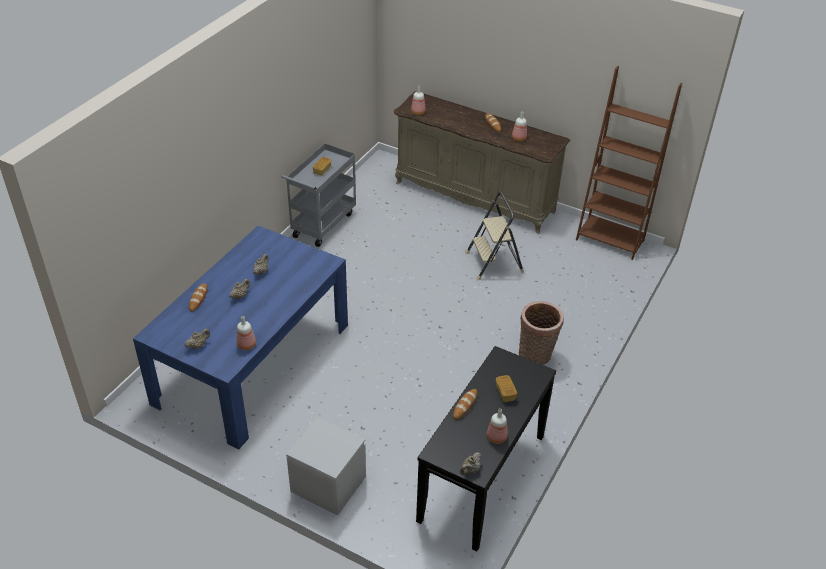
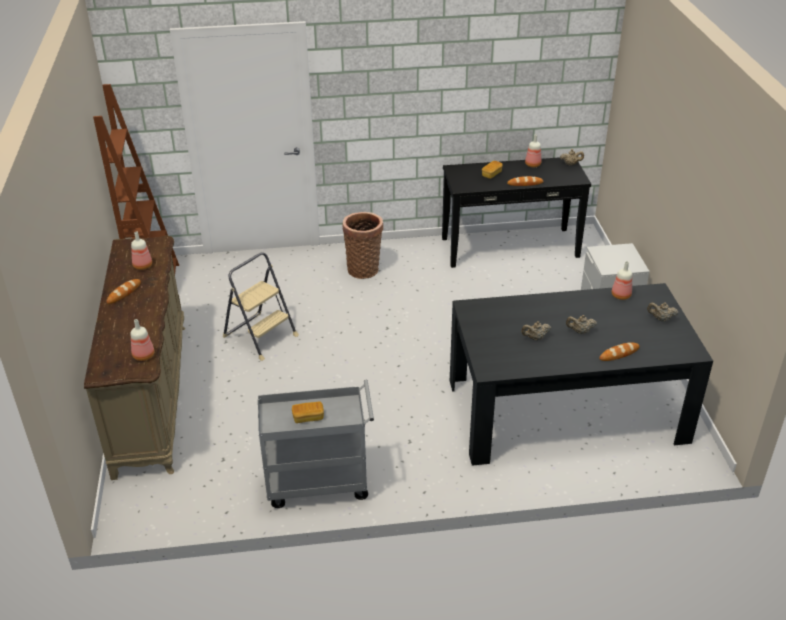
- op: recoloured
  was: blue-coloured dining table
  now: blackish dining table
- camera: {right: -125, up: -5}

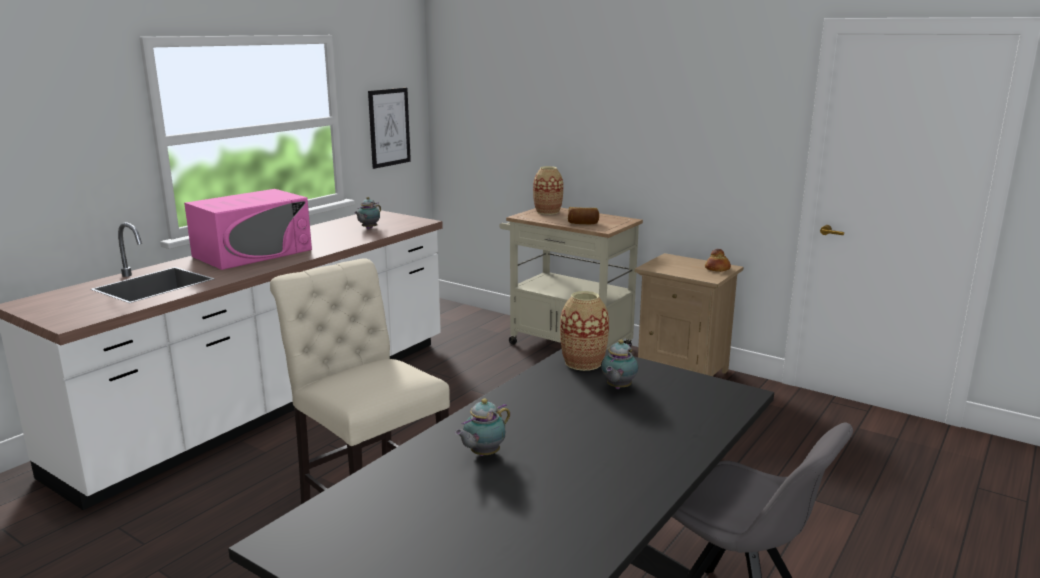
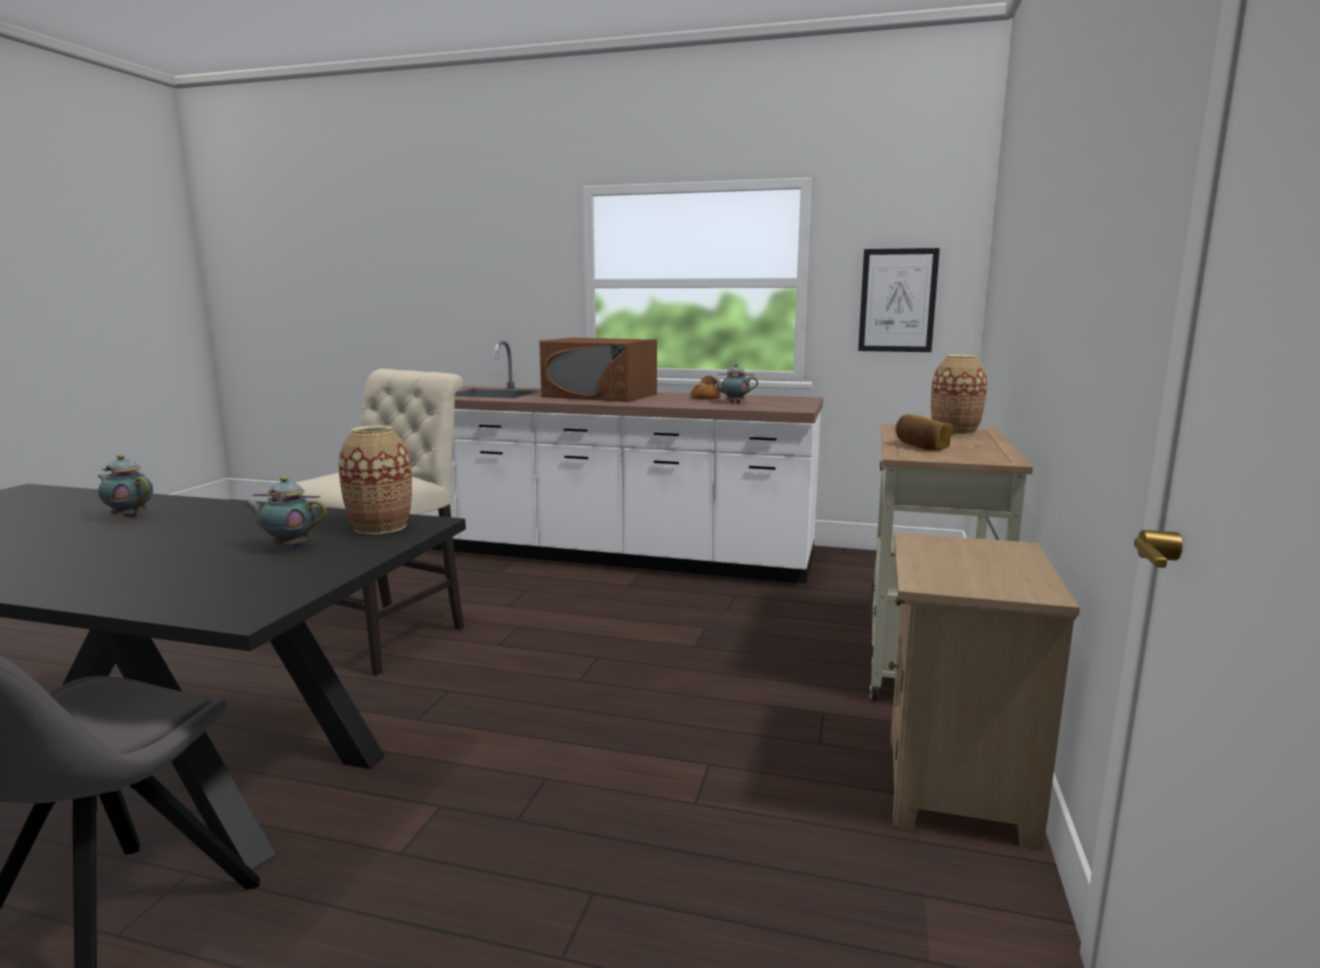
- op: recoloured
  was: pinkish microwave
  now: brown microwave
- op: moved
  was: bakery bread (2nd from left in the first image)
  now: bakery bread (1st from left)
- camera: {right: 70, up: -5}

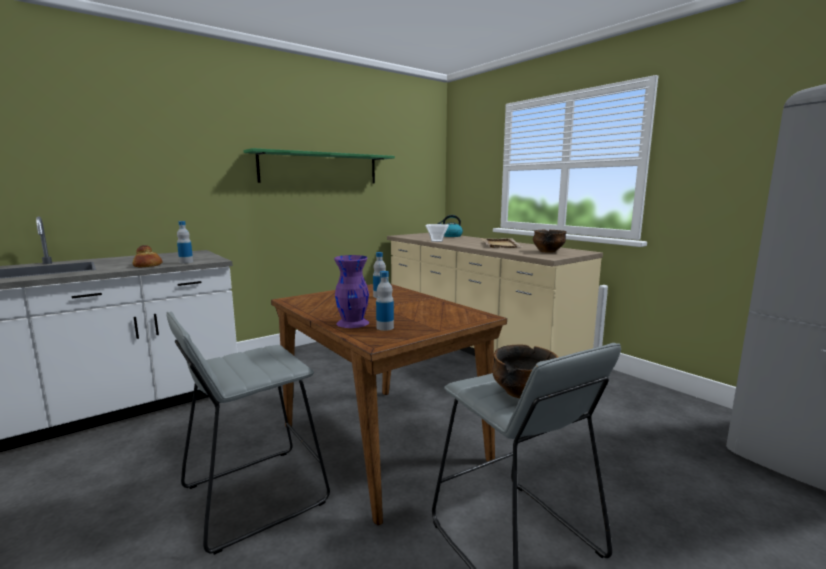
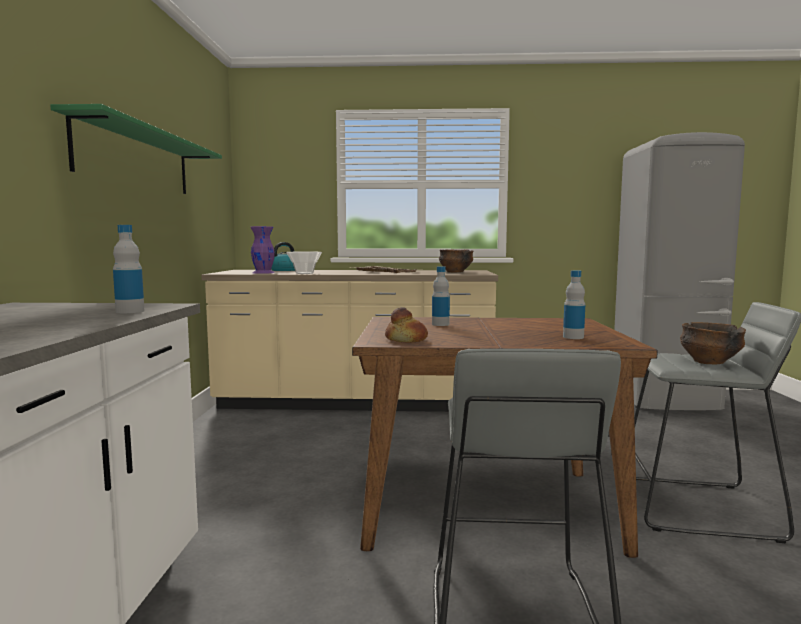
- op: moved
  was: bakery bread
- op: moved
  was: purplish flower vase
- camera: {right: -50, up: -5}

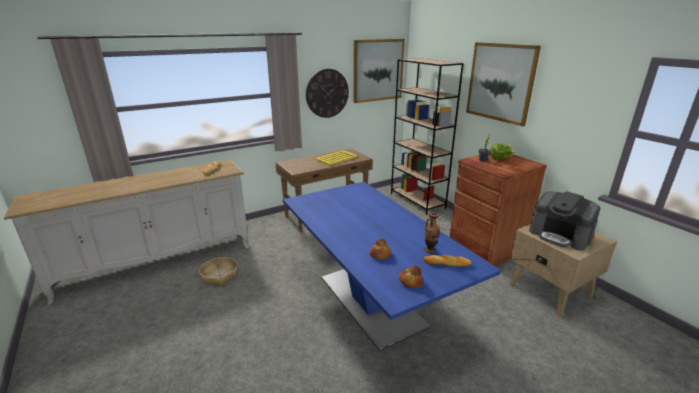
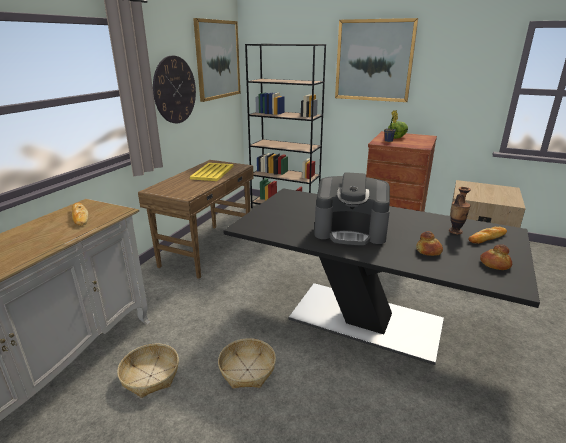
- op: recoloured
  was: blue-coloured dining table
  now: blackish dining table
- op: moved
  was: coffee maker
- op: added
  now: storage basket (2nd from left)
- camera: {right: -35, up: 0}

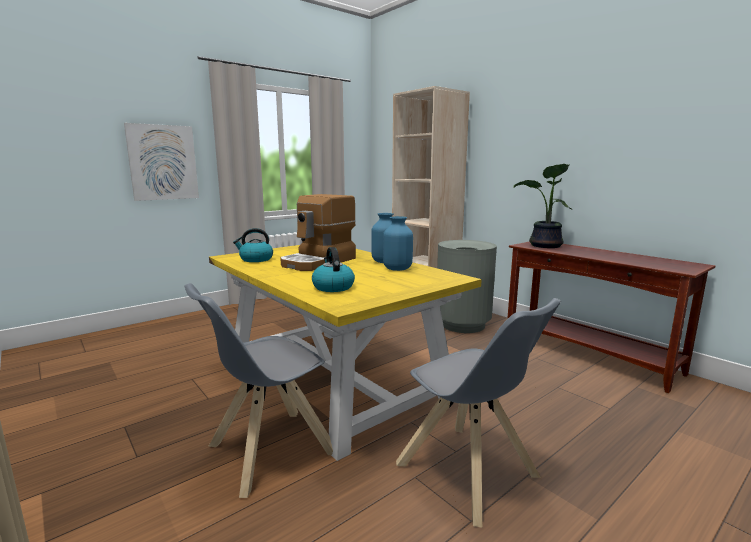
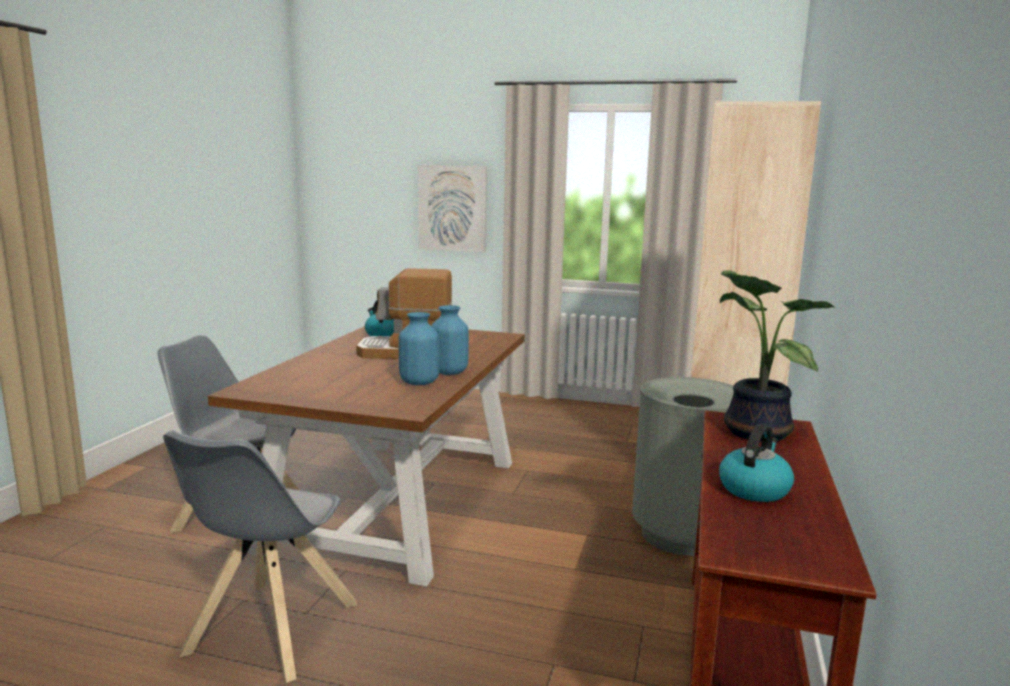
- op: recoloured
  was: yellow dining table
  now: brown dining table
- op: moved
  was: kettle (2nd from left)
- camera: {right: 55, up: 0}

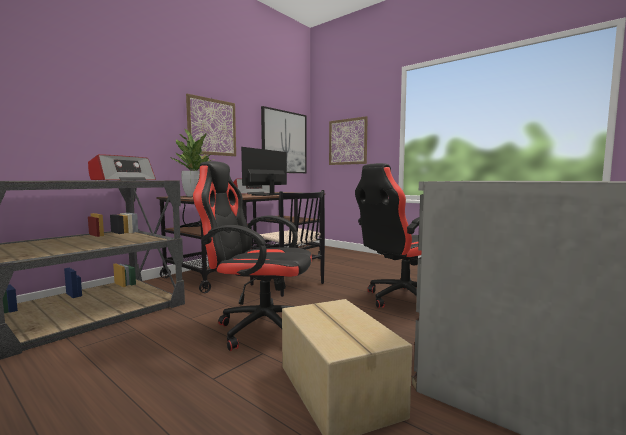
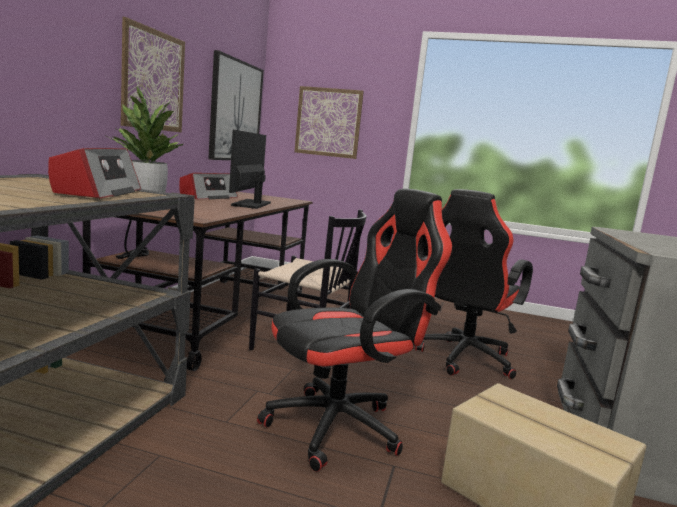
- op: turned
  was: blackish computer chair (1st from left)
  clockwise: 150
- camera: {right: -25, up: 5}

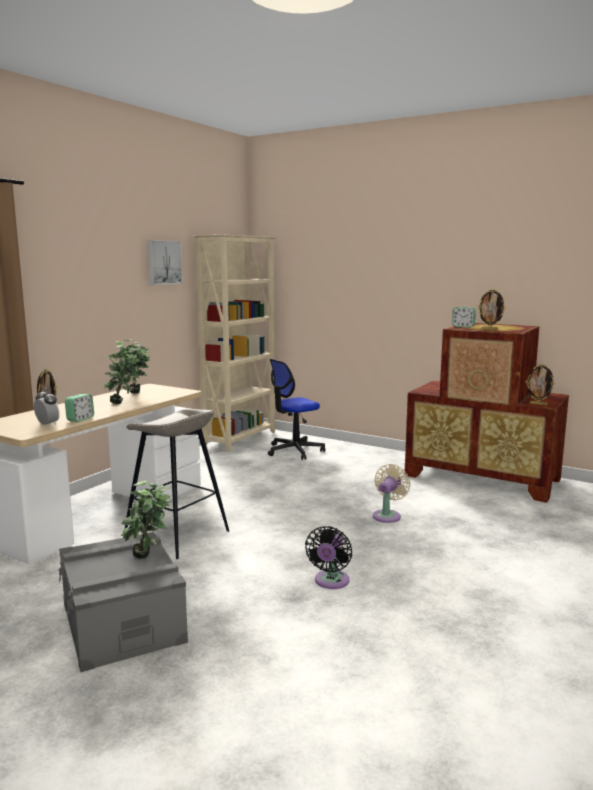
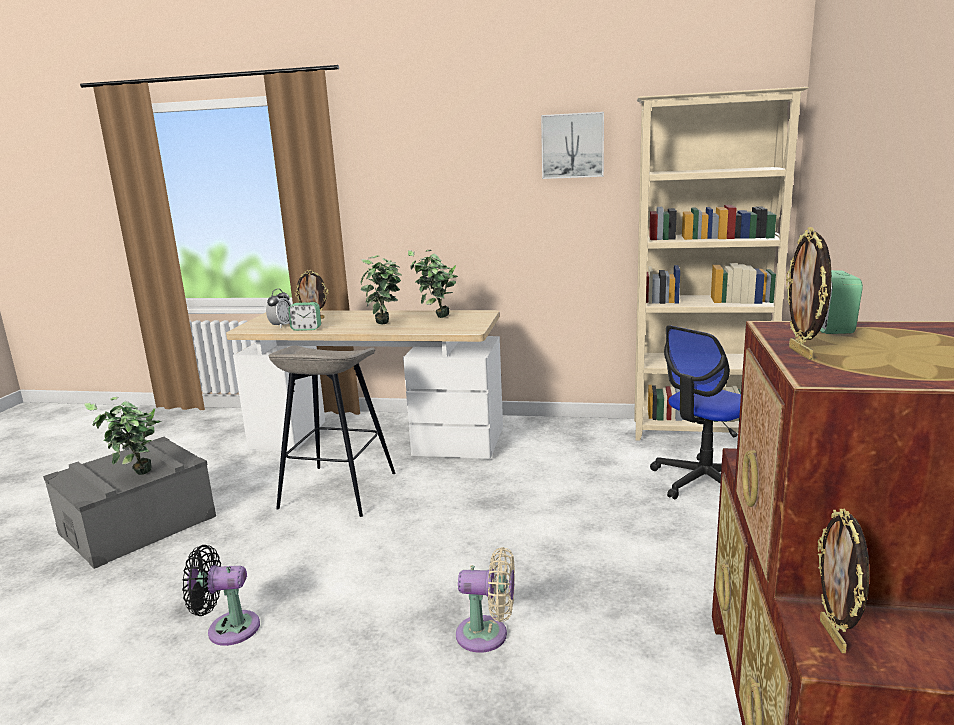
- op: turned
  was: computer chair
  clockwise: -75
- camera: {right: 70, up: 5}

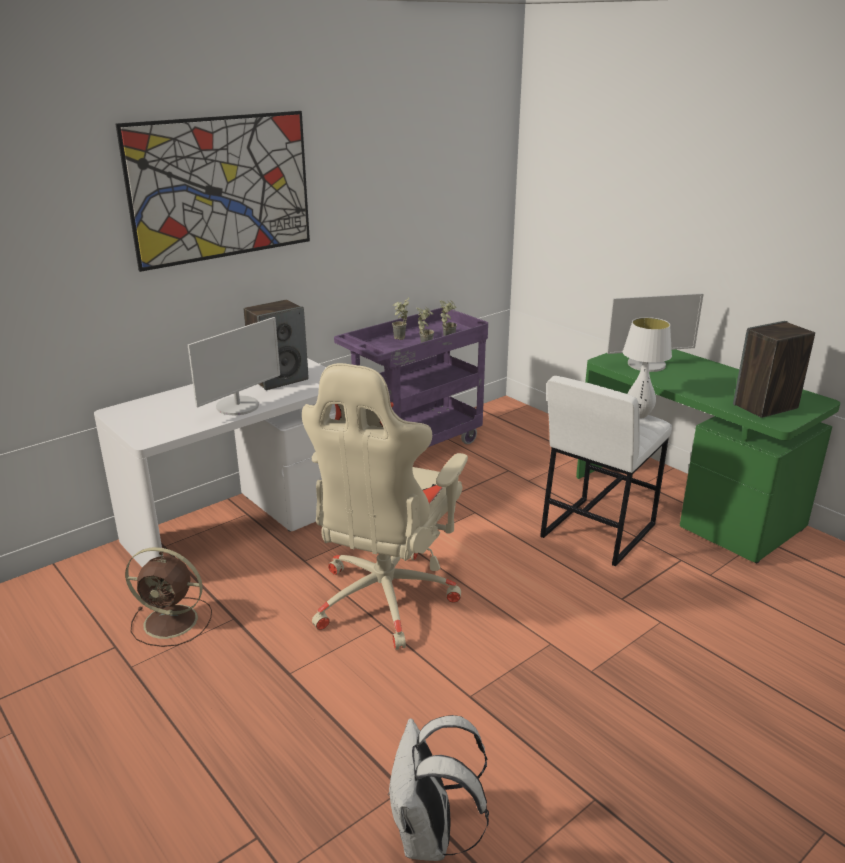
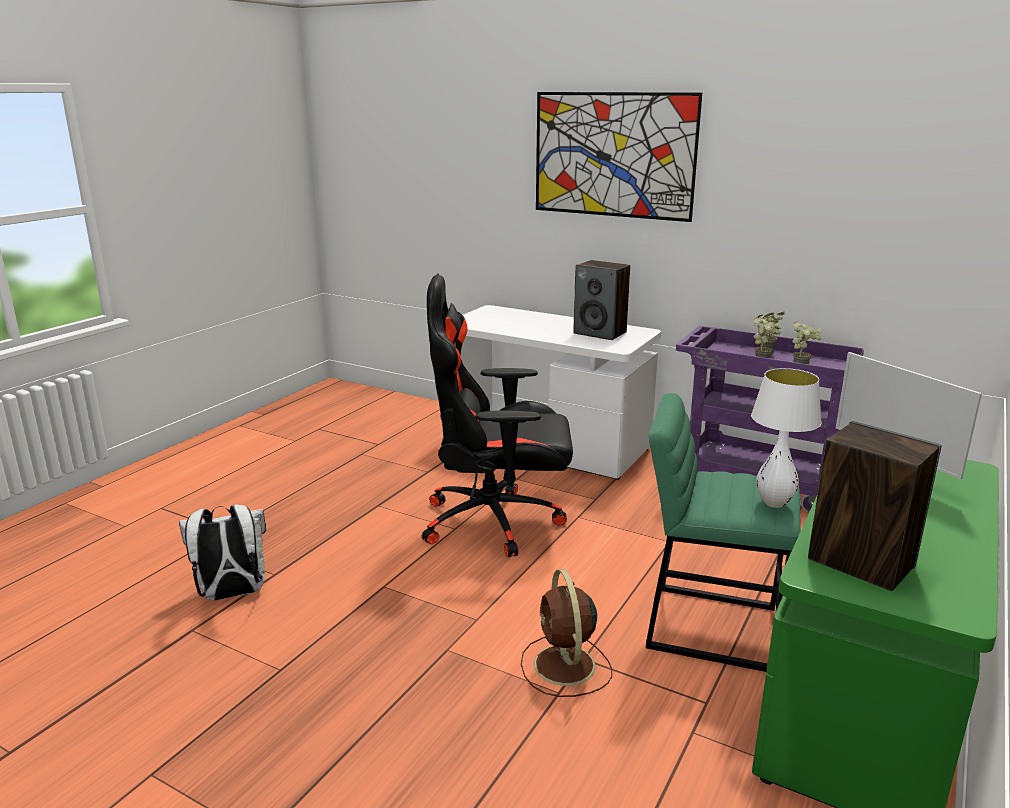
- op: removed
  was: monitor (1st from left)
- op: recoloured
  was: beige computer chair
  now: blackish computer chair
- op: recoloured
  was: white-coloured sitting stool
  now: green sitting stool
- op: moved
  was: brown electric fan
- camera: {right: 70, up: -5}

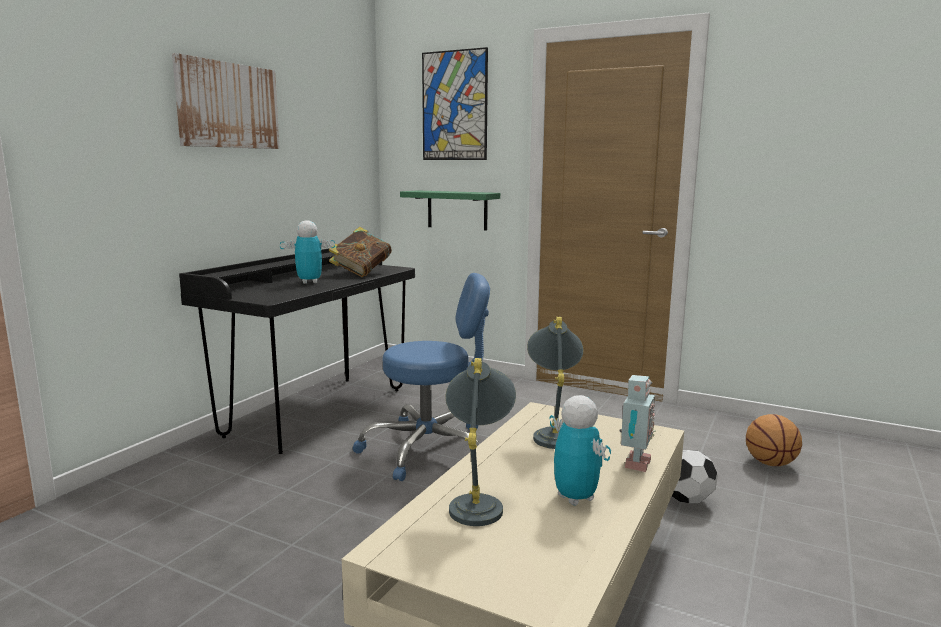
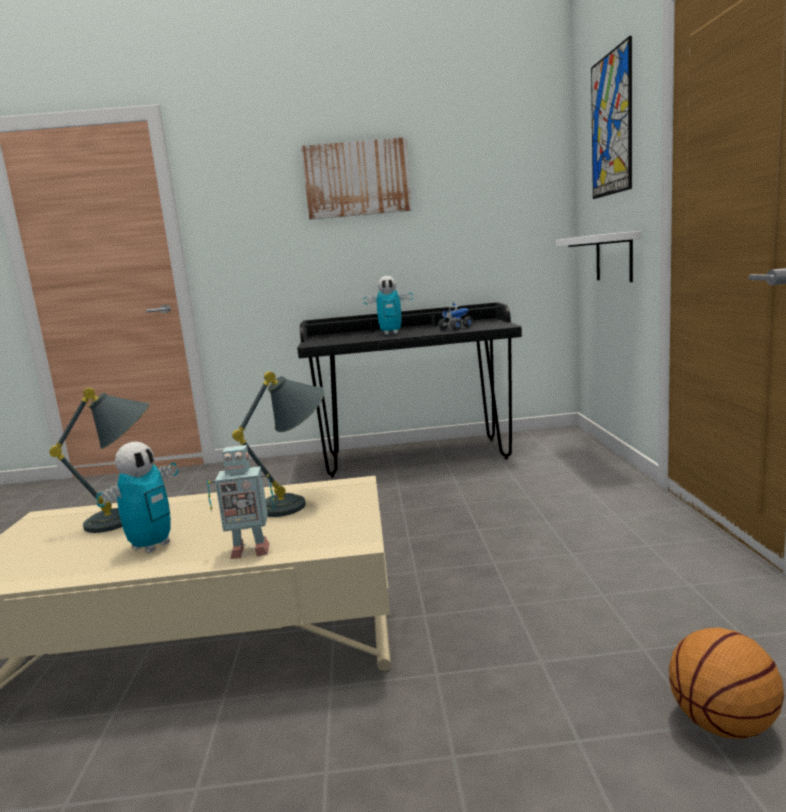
- op: recoloured
  was: green bracket shelf
  now: white-coloured bracket shelf
- op: turned
  was: robot figure (1st from left in the first image)
  clockwise: 135
- op: replaced
  was: book
  now: toy lorry
- op: removed
  was: blue-coloured computer chair
- op: removed
  was: football ball
- camera: {right: 60, up: 0}

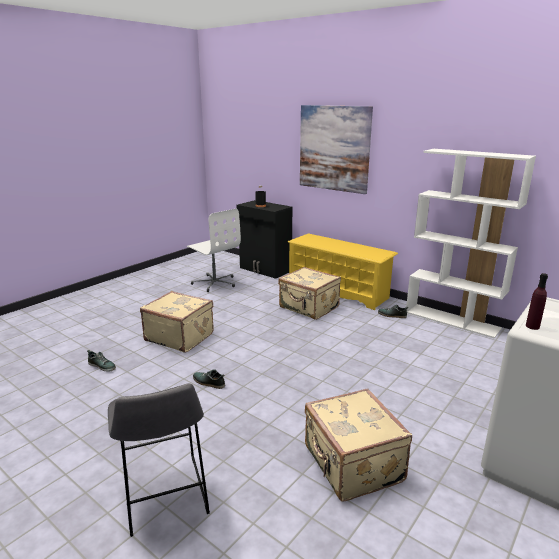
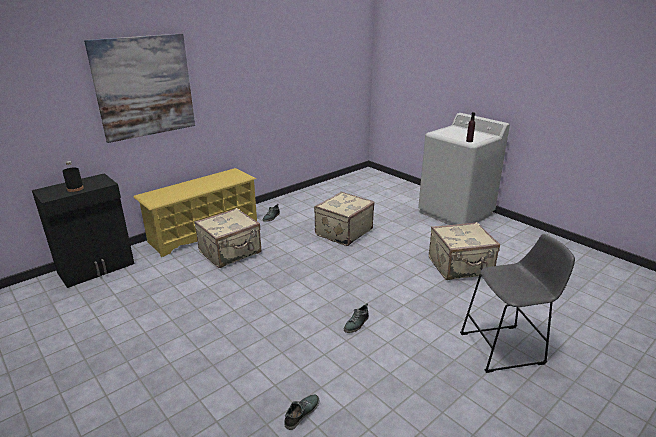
- op: removed
  was: white-coloured bookcase
- op: removed
  was: white-coloured computer chair
- op: moved
  was: beige piece of luggage (1st from left in the first image)
  now: beige piece of luggage (2nd from left)
- camera: {right: -80, up: 5}

